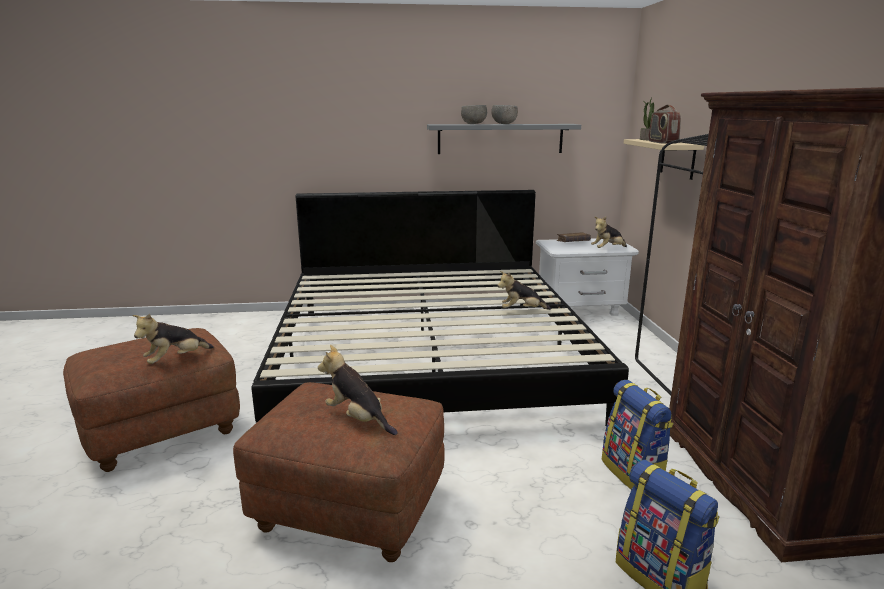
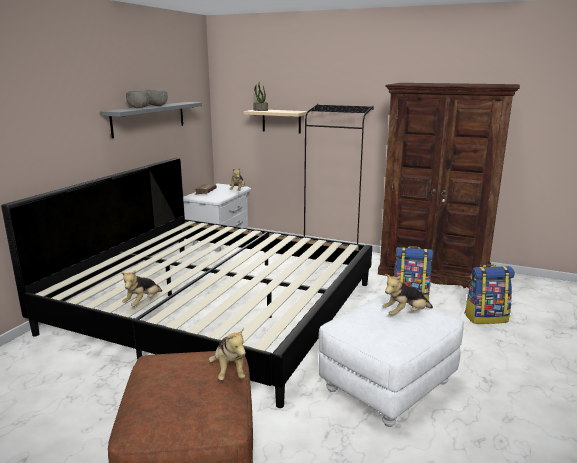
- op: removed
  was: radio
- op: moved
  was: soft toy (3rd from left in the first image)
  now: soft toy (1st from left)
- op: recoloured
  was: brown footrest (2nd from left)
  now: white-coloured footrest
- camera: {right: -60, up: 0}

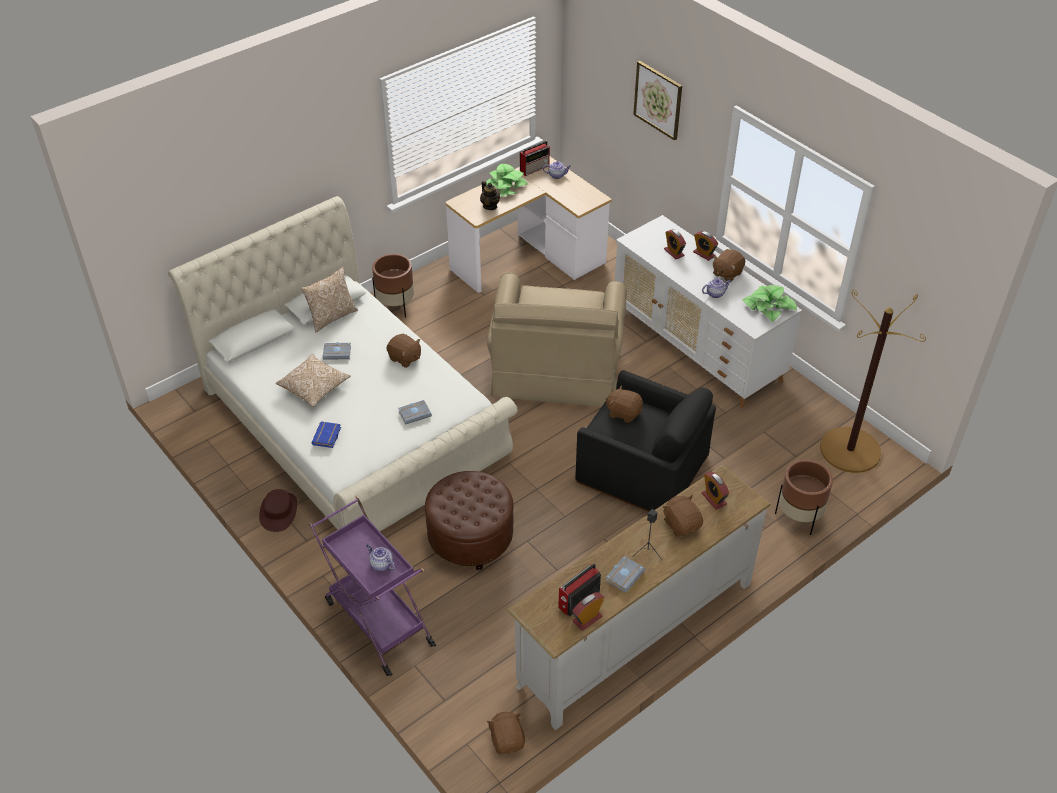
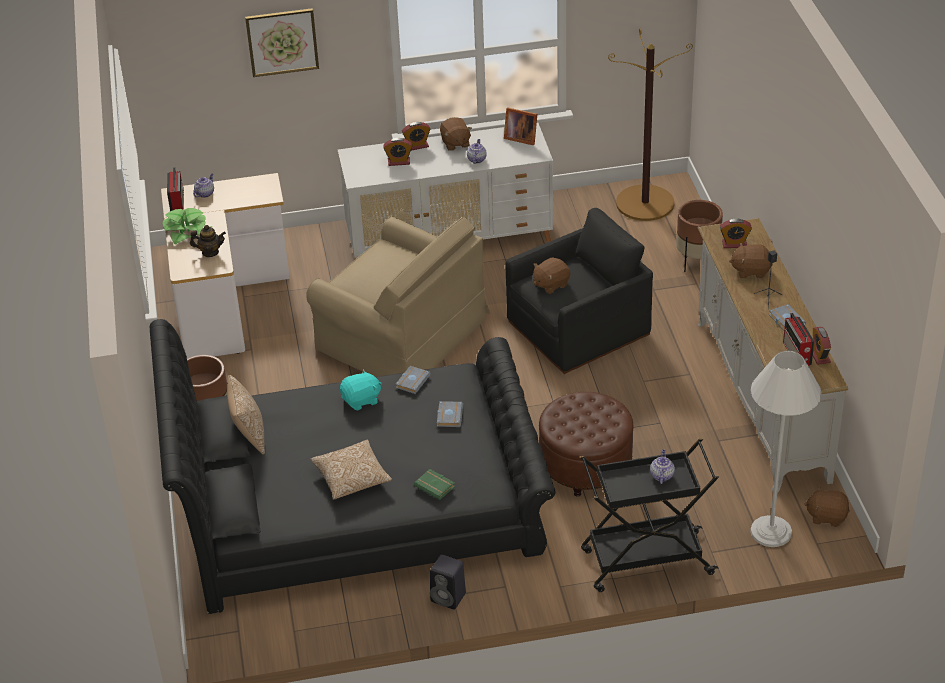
- op: recoloured
  was: beige bed
  now: blackish bed
- op: replaced
  was: plant in a pot (2nd from left)
  now: photo frame
- op: recoloured
  was: brown soft toy (1st from left)
  now: turquoise-coloured soft toy
- op: moved
  was: grey book (1st from left)
- op: recoloured
  was: blue-coloured book
  now: green book
- op: replaced
  was: brown wearable hat
  now: blackish audio speaker (1st from left)
- op: recoloured
  was: purplish cart
  now: blackish cart
- op: turned
  was: tea pot (1st from left in the first image)
  clockwise: 120
- op: added
  now: white-coloured standing lamp
- camera: {right: -60, up: -5}

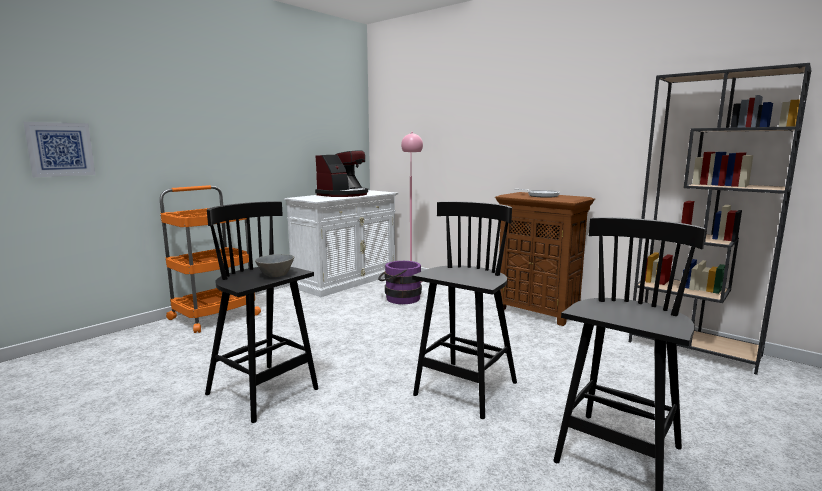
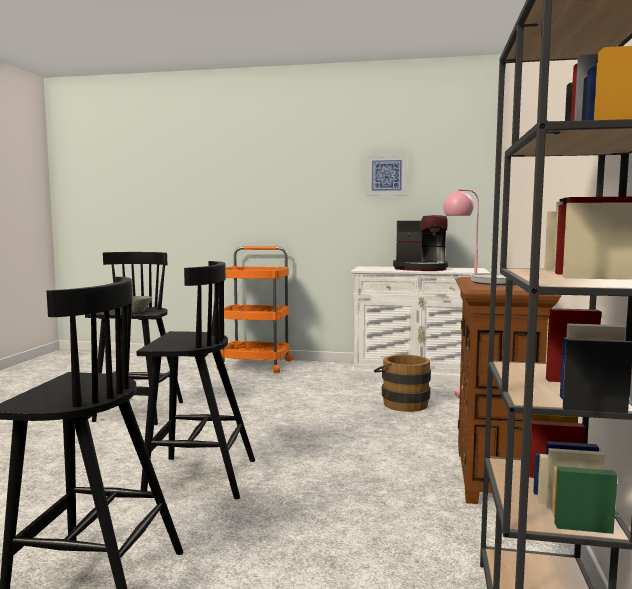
- op: moved
  was: wall picture
- op: recoloured
  was: purplish water bucket
  now: brown water bucket
- camera: {right: 60, up: -5}

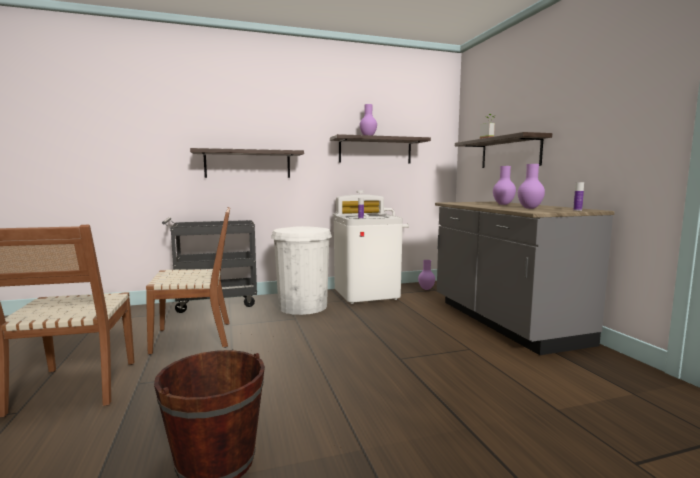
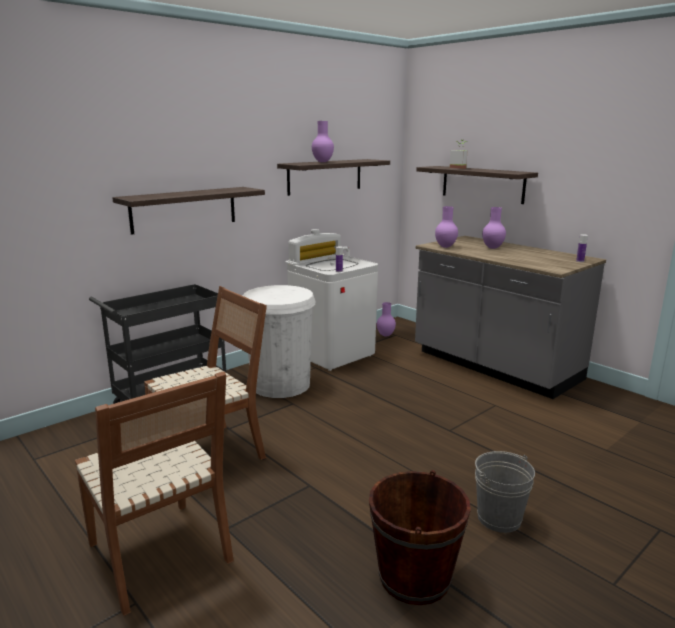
- op: moved
  was: purplish flower vase (4th from left in the first image)
  now: purplish flower vase (3rd from left)
- op: added
  now: grey water bucket
- camera: {right: -25, up: 10}

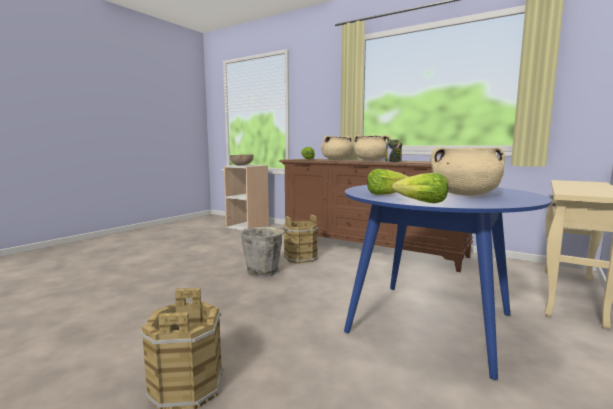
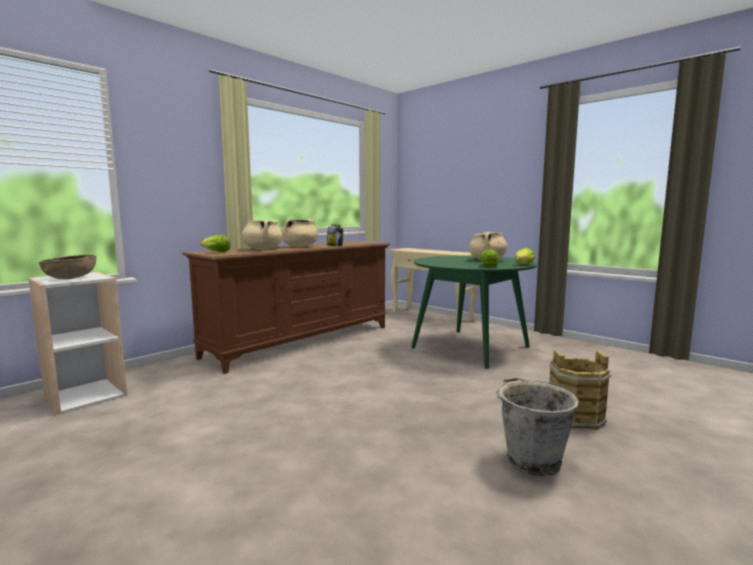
- op: recoloured
  was: blue-coloured dining table
  now: green dining table
- op: removed
  was: brown water bucket (2nd from left)
- op: moved
  was: grey water bucket
- camera: {right: -80, up: 0}

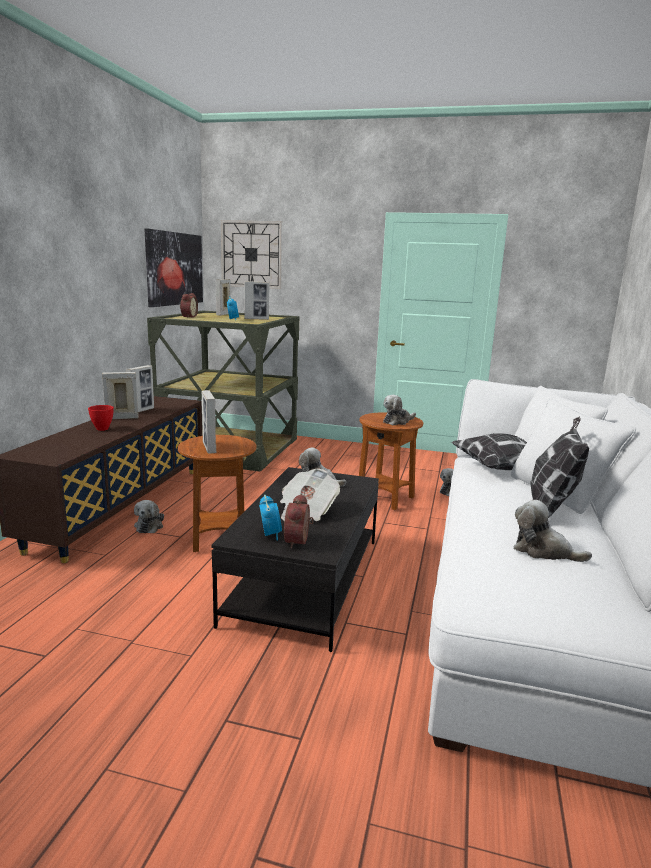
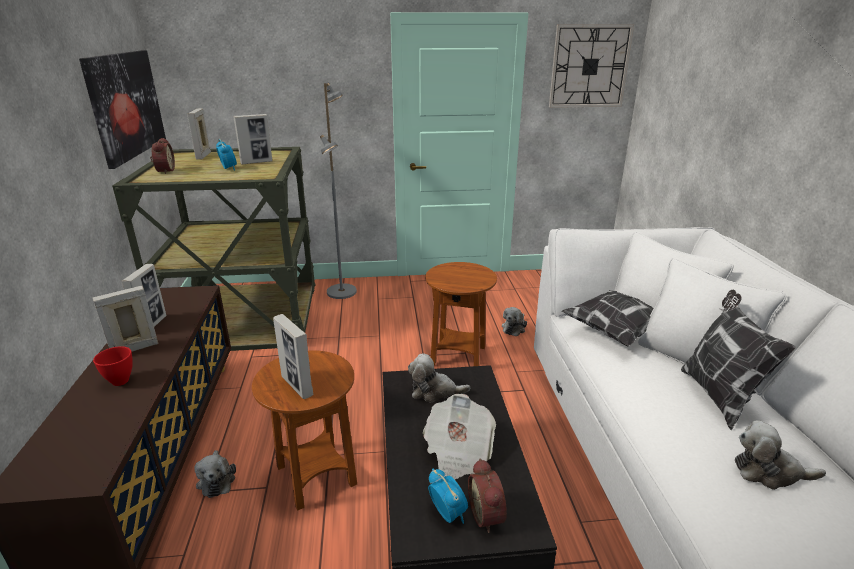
- op: moved
  was: hanging clock
- op: removed
  was: soft toy (3rd from left)
- op: added
  now: grey standing lamp
- camera: {right: -20, up: 10}

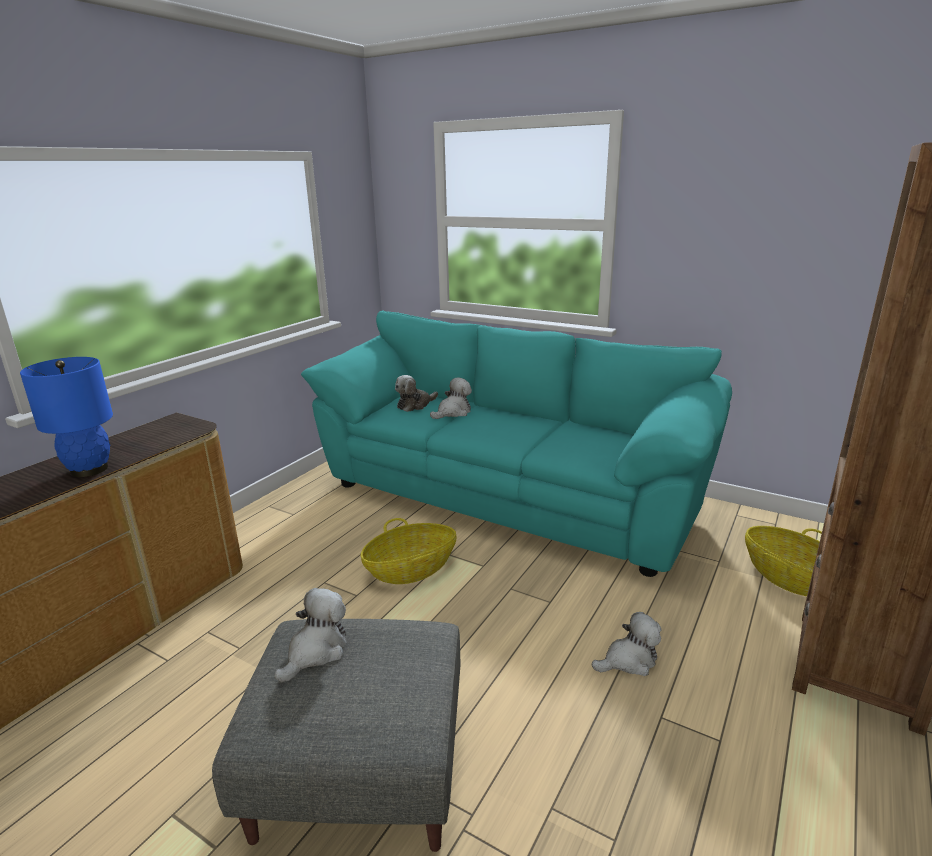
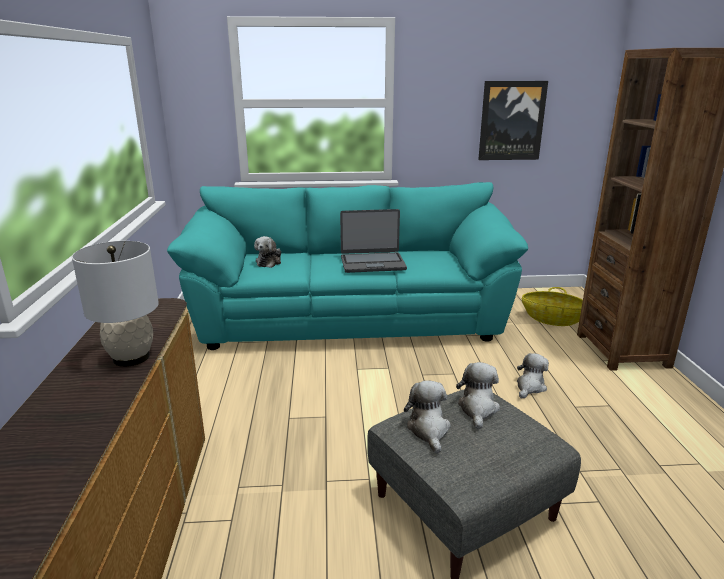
- op: recoloured
  was: blue-coloured table lamp
  now: white-coloured table lamp
- op: moved
  was: soft toy (3rd from left)
- op: removed
  was: storage basket (1st from left)
- op: added
  now: wall picture
- op: added
  now: portable computer
- camera: {right: -35, up: 0}

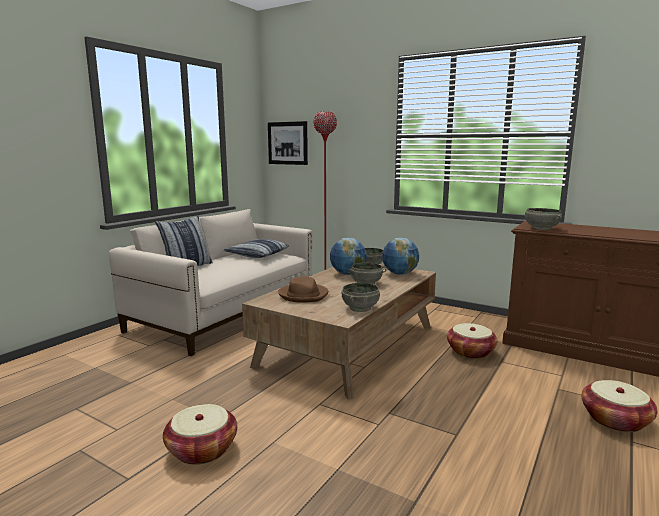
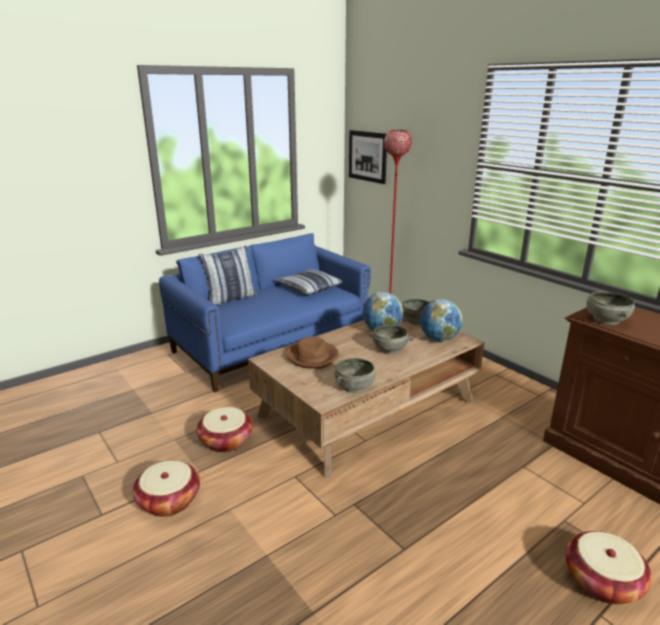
- op: recoloured
  was: beige couch
  now: blue-coloured couch
- op: moved
  was: storage basket (2nd from left)
- camera: {right: 20, up: 10}

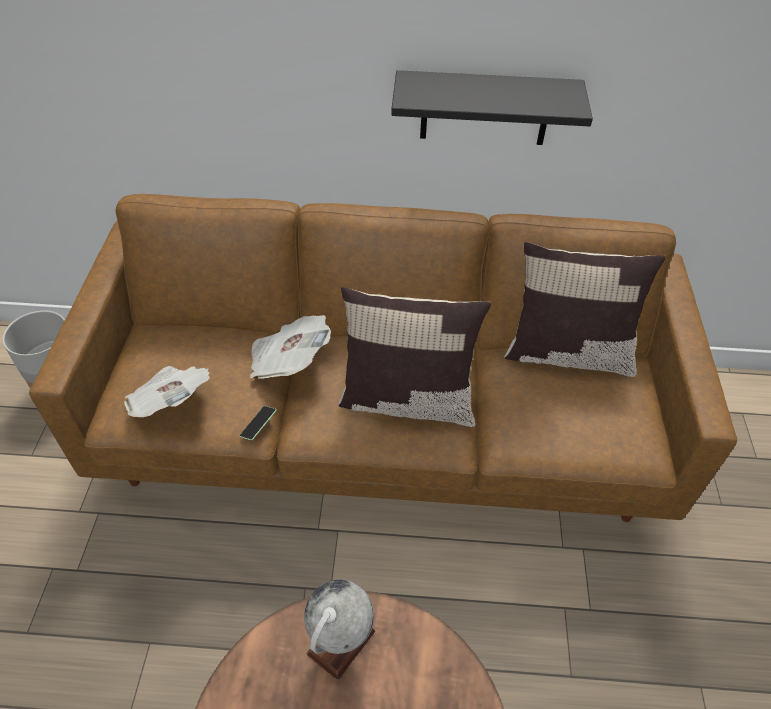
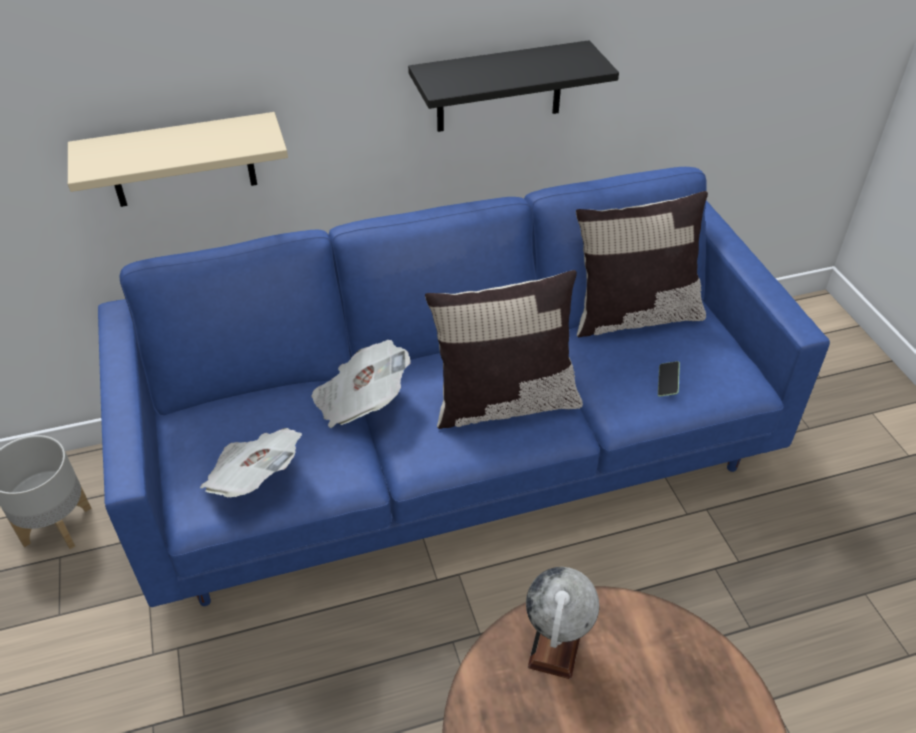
- op: recoloured
  was: brown couch
  now: blue-coloured couch
- op: moved
  was: phone
- op: added
  now: beige bracket shelf
- camera: {right: -20, up: -5}

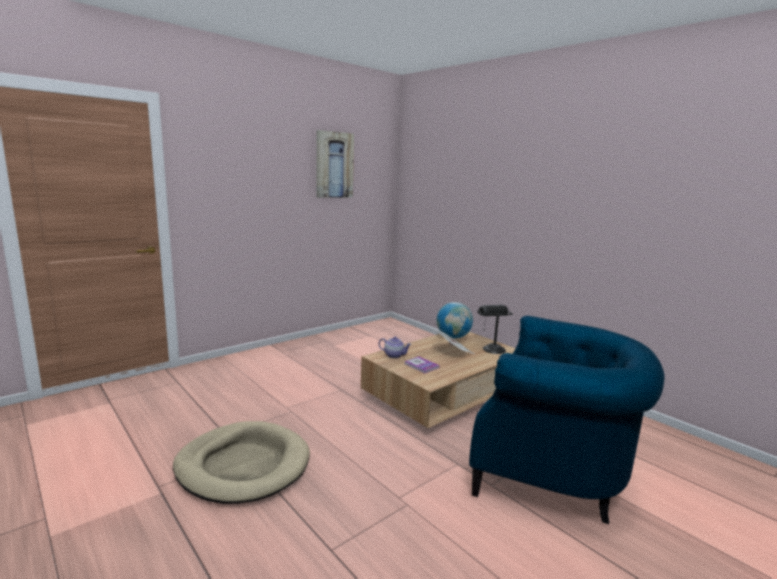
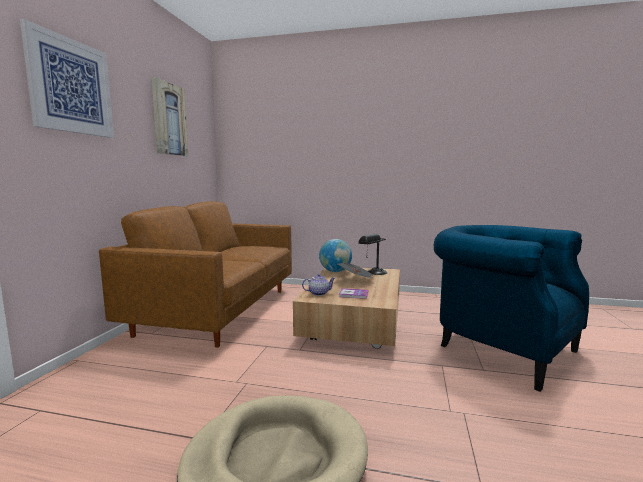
- op: turned
  was: blue-coloured lounge chair
  clockwise: -120
- op: added
  now: wall picture (1st from left)
- op: added
  now: brown couch
- camera: {right: -35, up: -5}

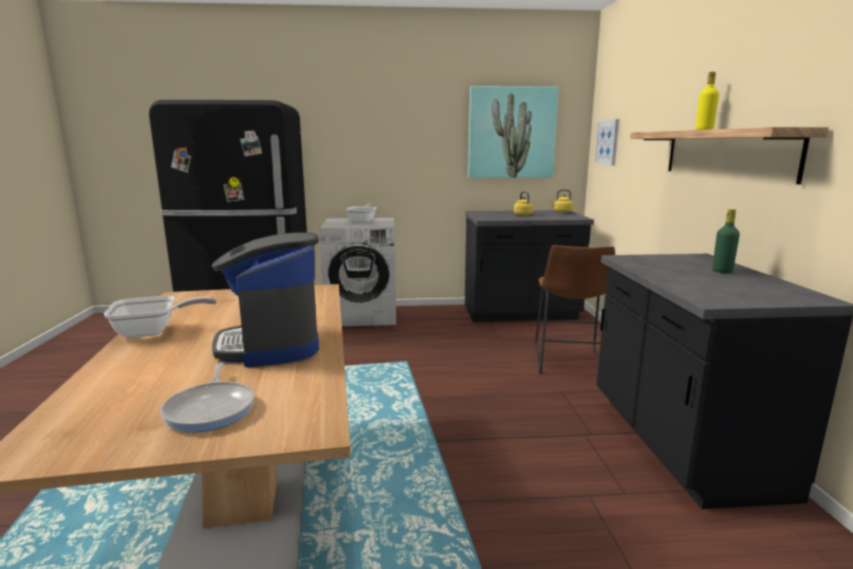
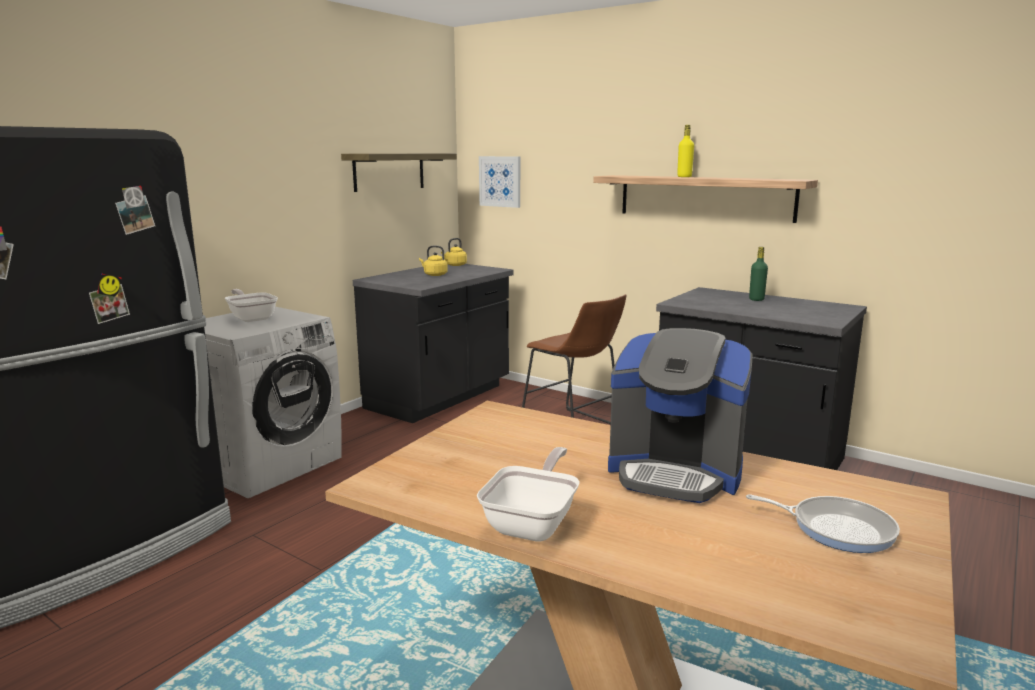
- op: replaced
  was: wall picture (1st from left)
  now: bracket shelf (1st from left)
- camera: {right: -50, up: 0}

